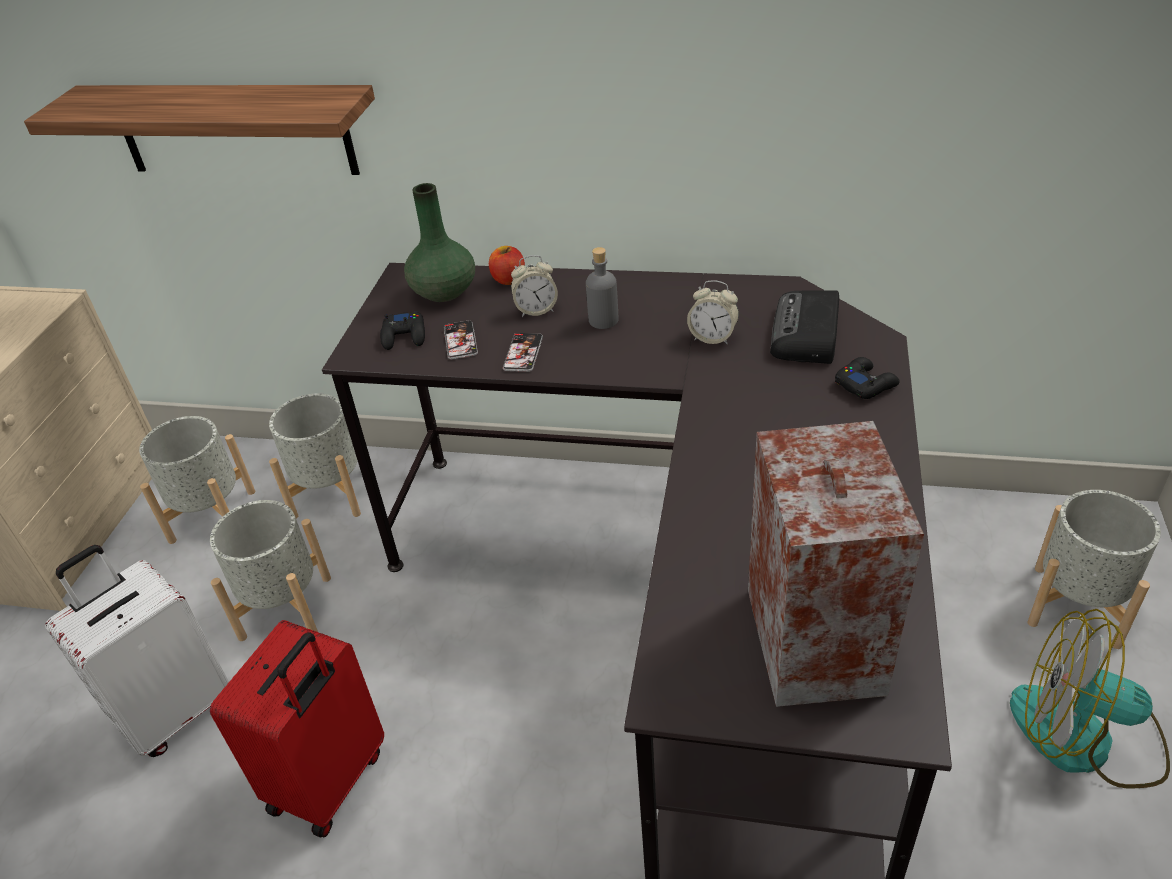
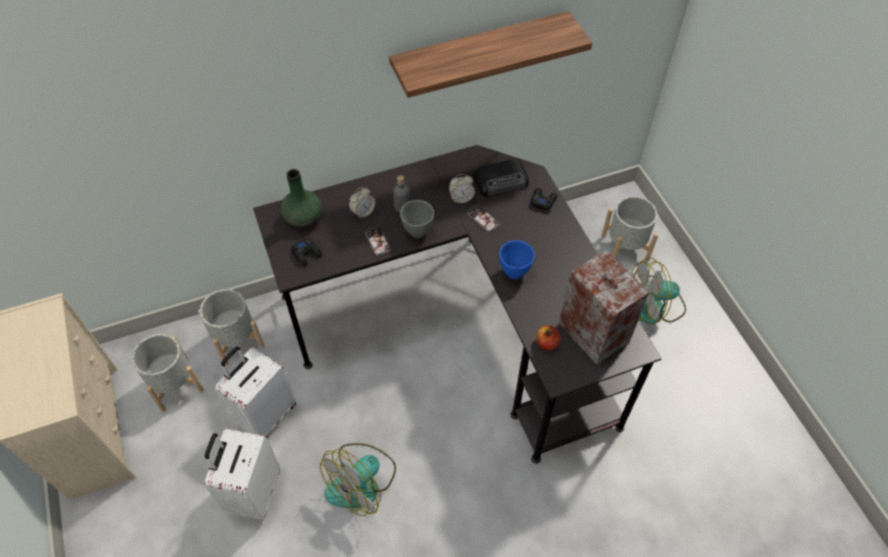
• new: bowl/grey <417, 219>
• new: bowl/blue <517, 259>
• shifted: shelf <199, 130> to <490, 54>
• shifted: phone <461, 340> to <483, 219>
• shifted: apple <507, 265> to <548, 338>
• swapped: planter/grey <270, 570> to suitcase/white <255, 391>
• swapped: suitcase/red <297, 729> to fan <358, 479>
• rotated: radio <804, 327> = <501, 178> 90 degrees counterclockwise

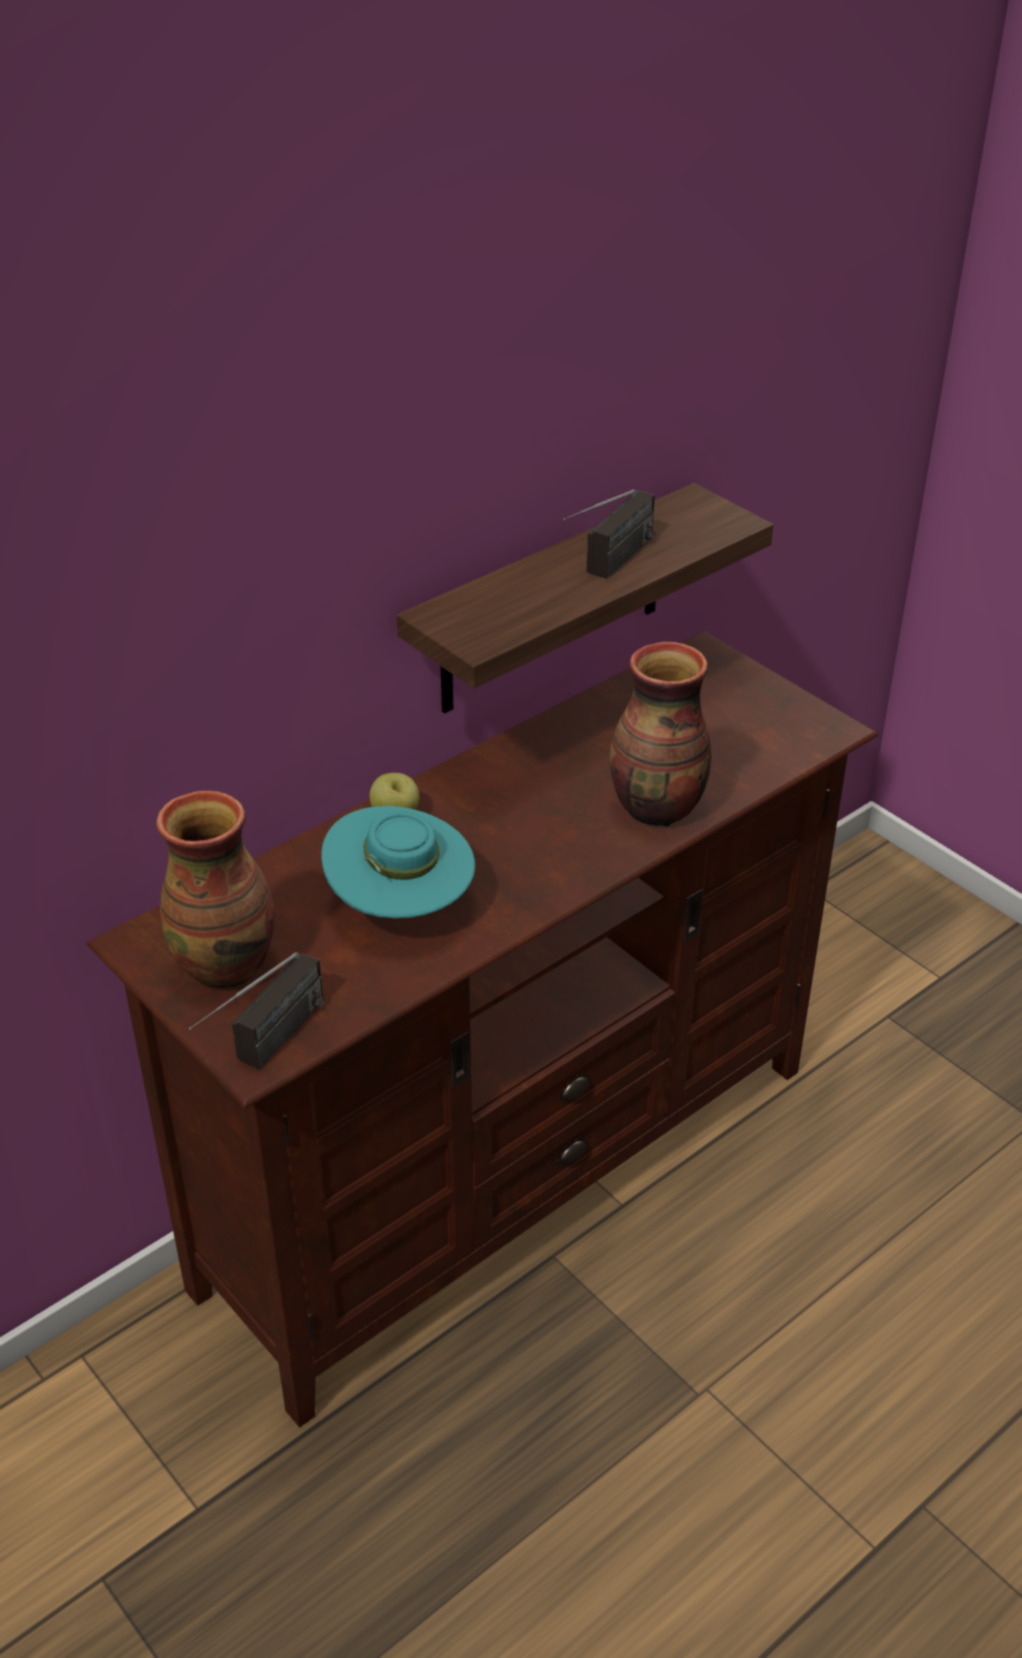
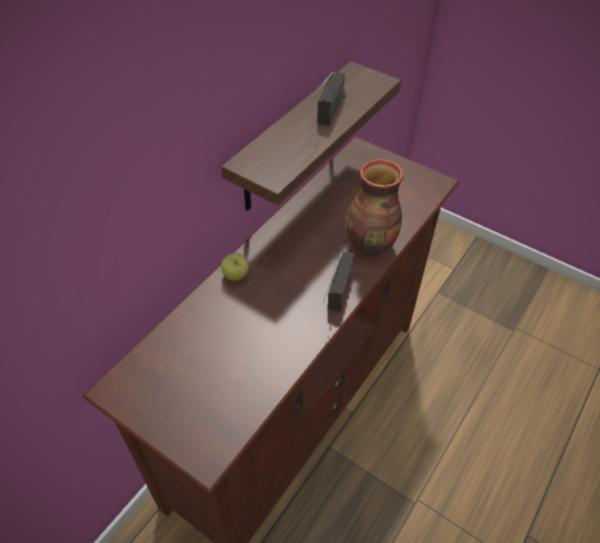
• gone: vase <215, 889>
• gone: hat/turquoise <398, 862>
• shifted: radio <256, 1010> to <339, 281>

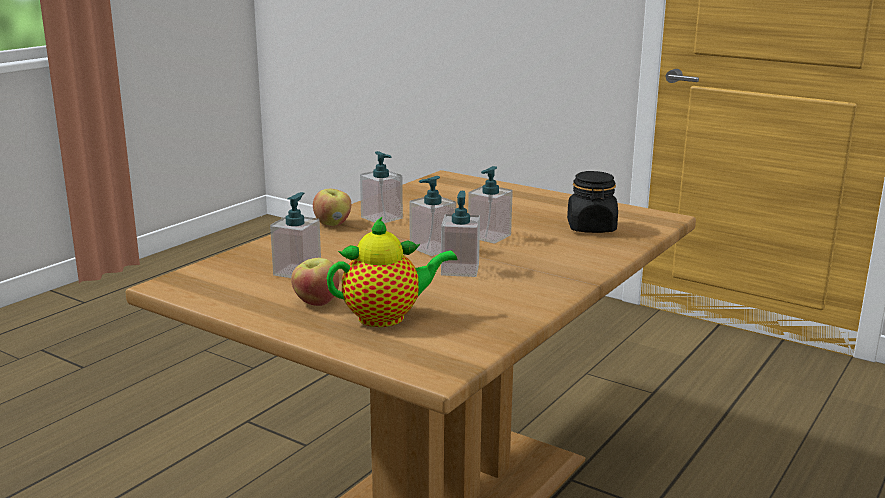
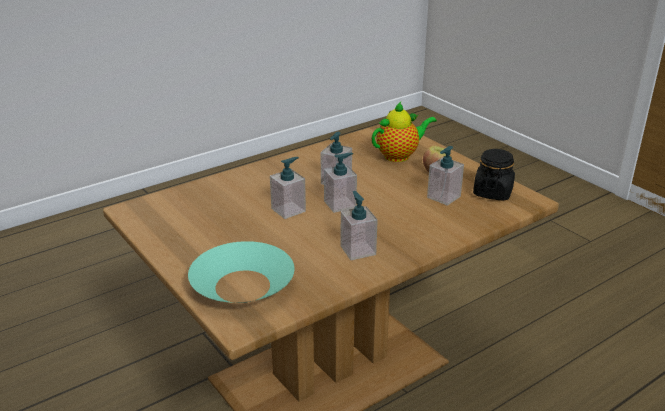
• gone: apple <332, 207>
• new: bowl/turquoise <241, 272>
• shifted: jar/black <592, 202> to <494, 175>
• rotated: teapot <392, 271> = <404, 132> 150 degrees clockwise

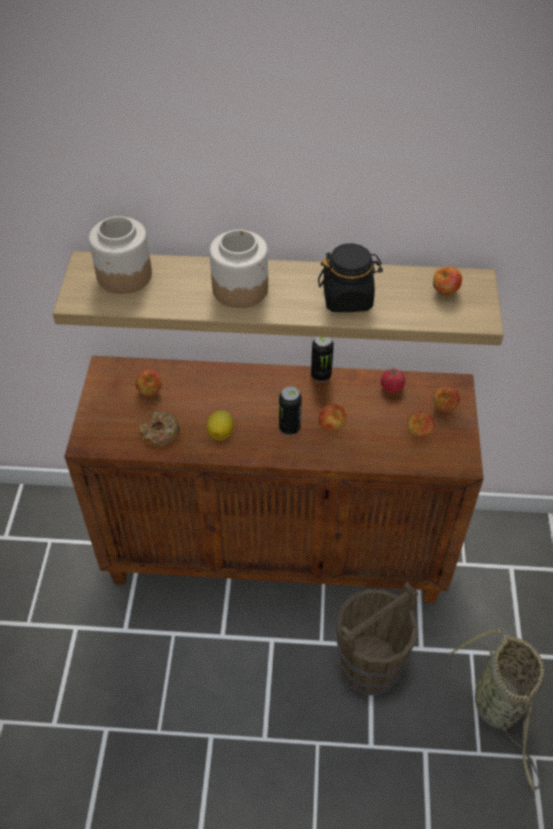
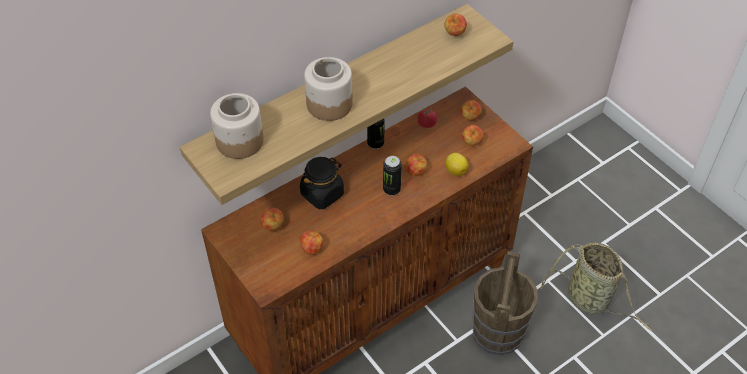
• shifted: lemon <220, 425> to <457, 164>
• shifted: jar/black <350, 277> to <322, 183>
• swapped: donut <159, 429> to apple <311, 243>

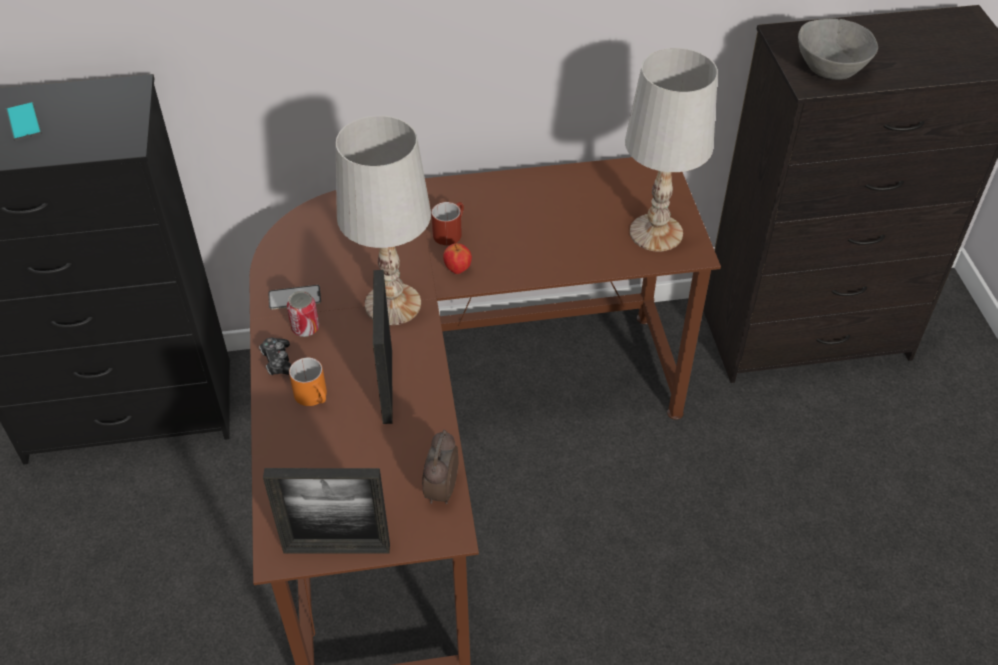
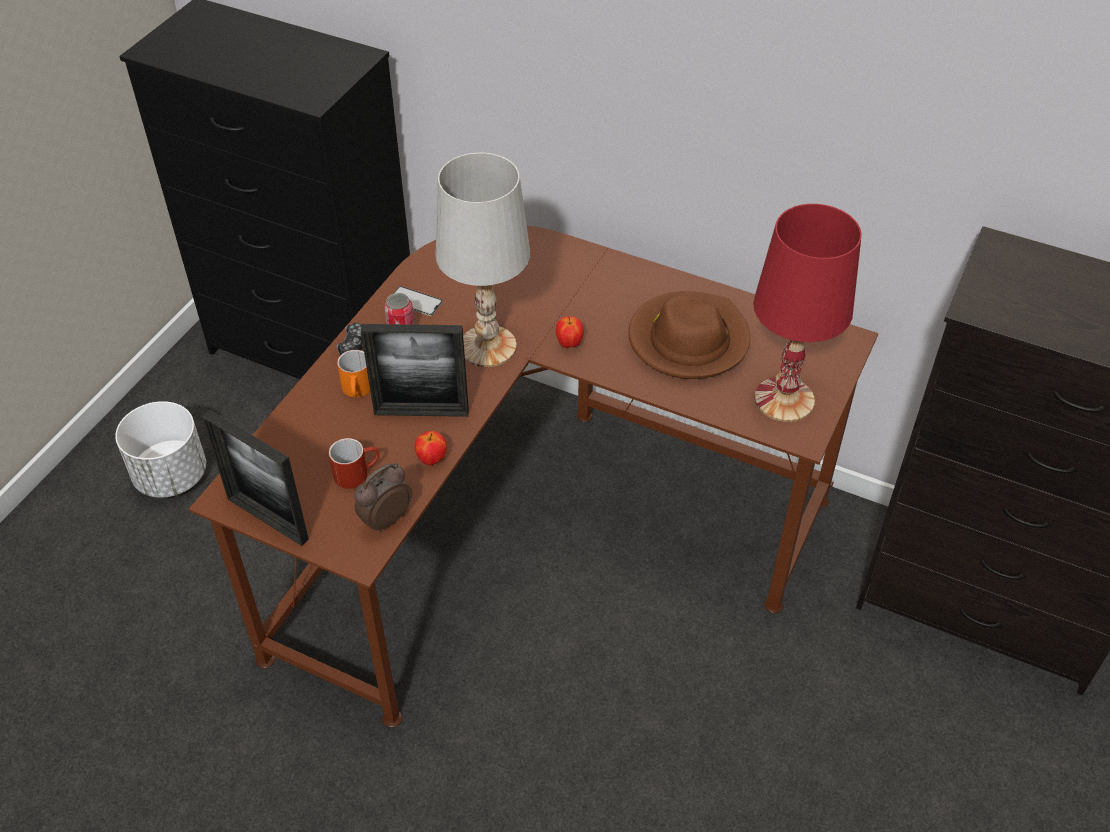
• gone: phone <24, 121>
• gone: bowl/grey <838, 49>
• new: planter/white <160, 449>
• new: apple <431, 448>
• new: hat/brown <689, 335>
• shifted: mug/red <447, 223> to <354, 463>
• repainted: table lamp/white <671, 150> to table lamp/red <807, 313>
• rotated: picture frame <383, 347> = <415, 370> 120 degrees counterclockwise

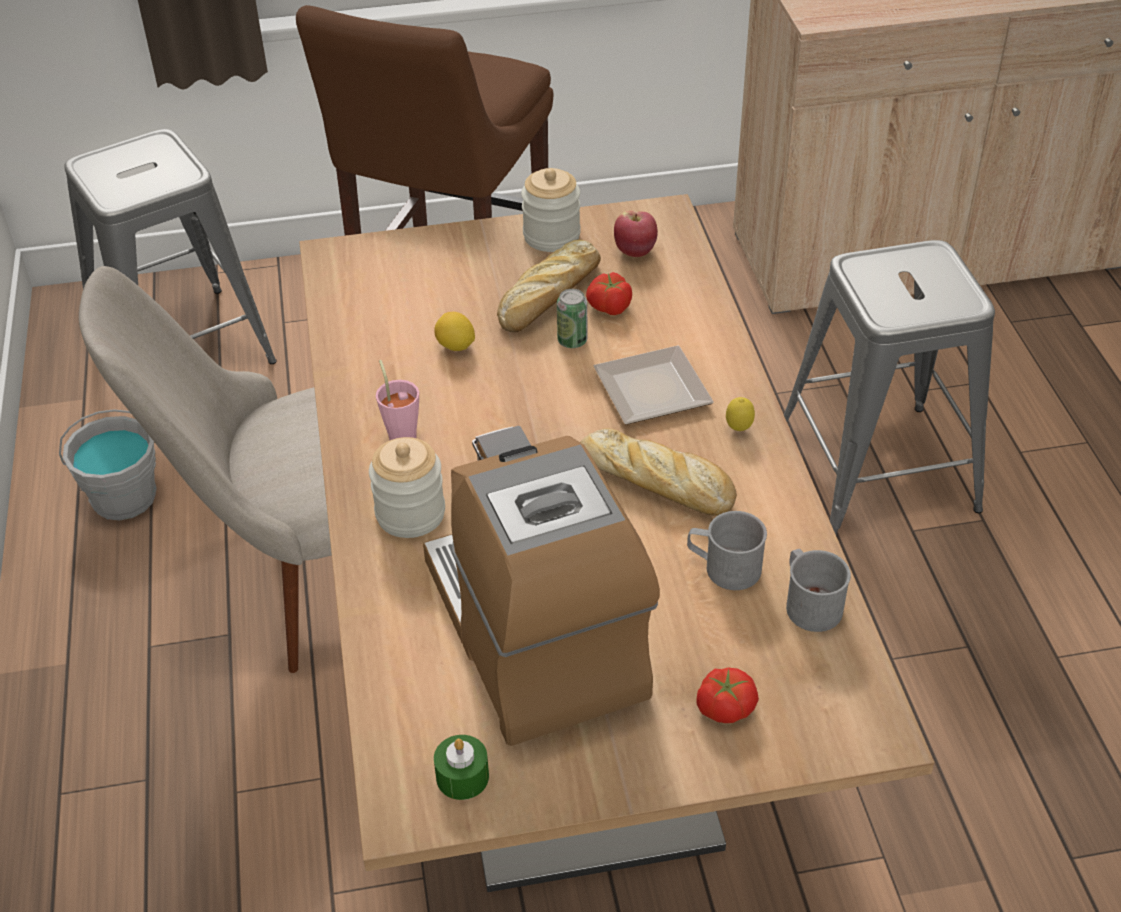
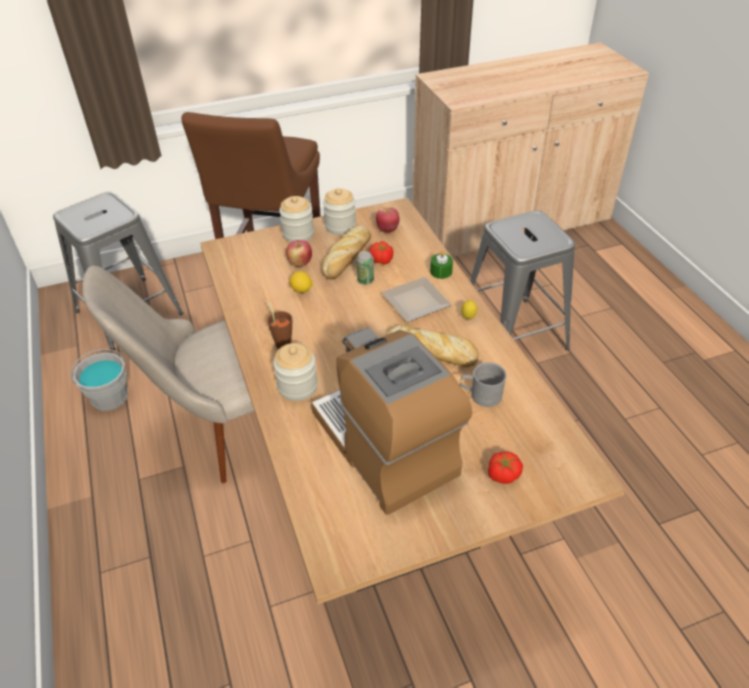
• gone: mug/grey <818, 590>
• new: jar <296, 219>
• new: apple <299, 253>
• shifted: candle/green <461, 767> to <441, 264>
• repainted: cup/pink <397, 400> to cup/brown <279, 325>

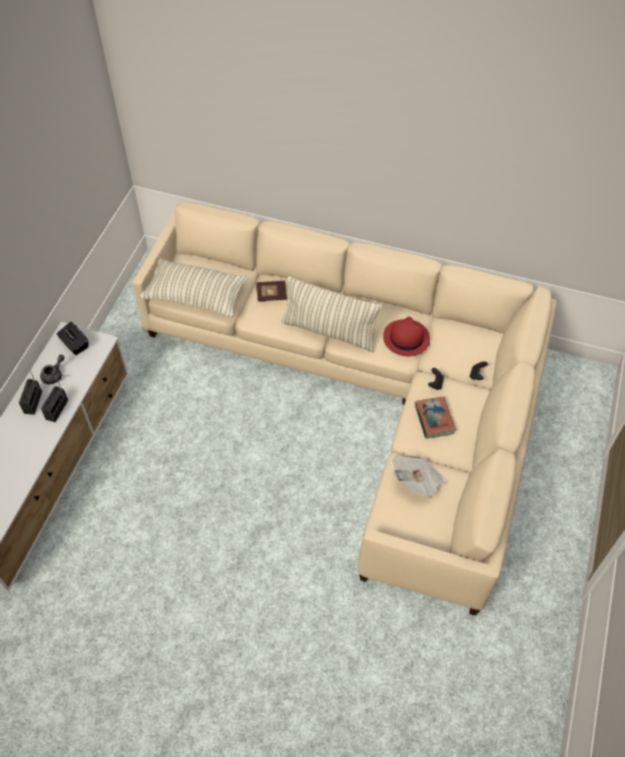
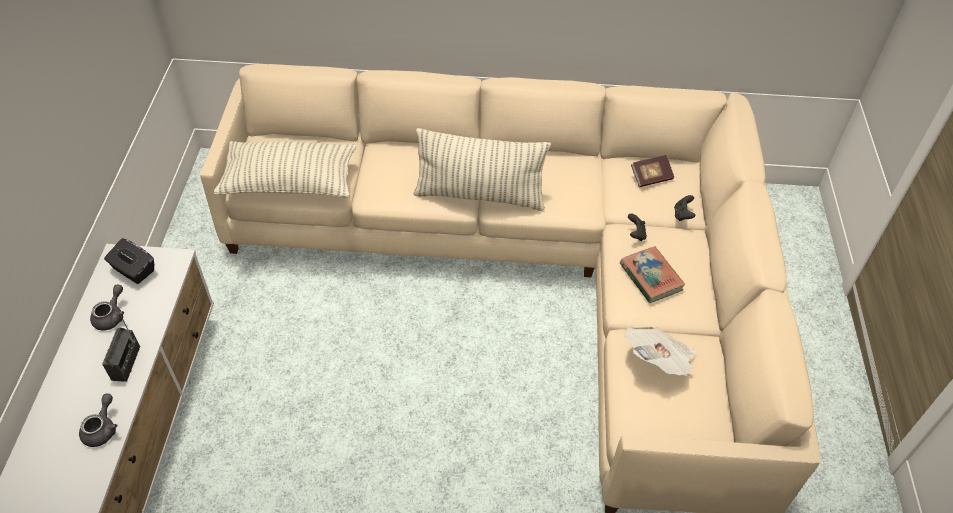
• gone: radio <30, 392>
• gone: hat/red <406, 336>
• new: teapot/grey <98, 420>
• shifted: book <271, 291> to <652, 171>

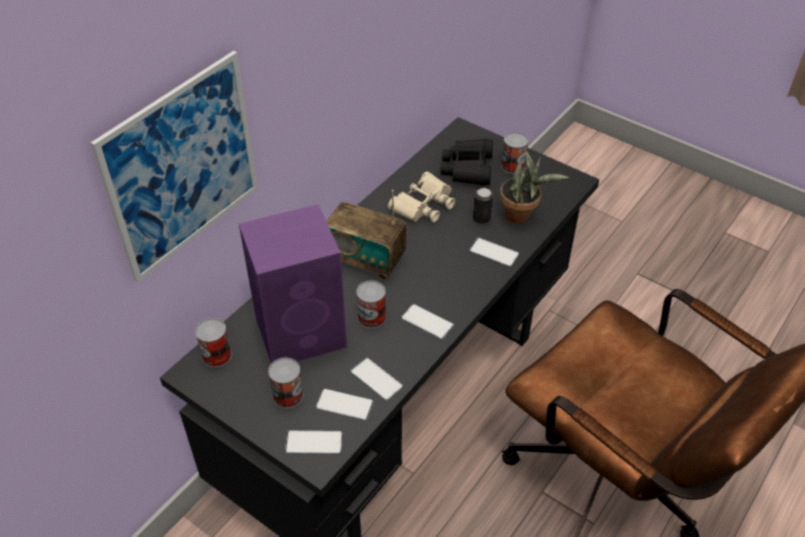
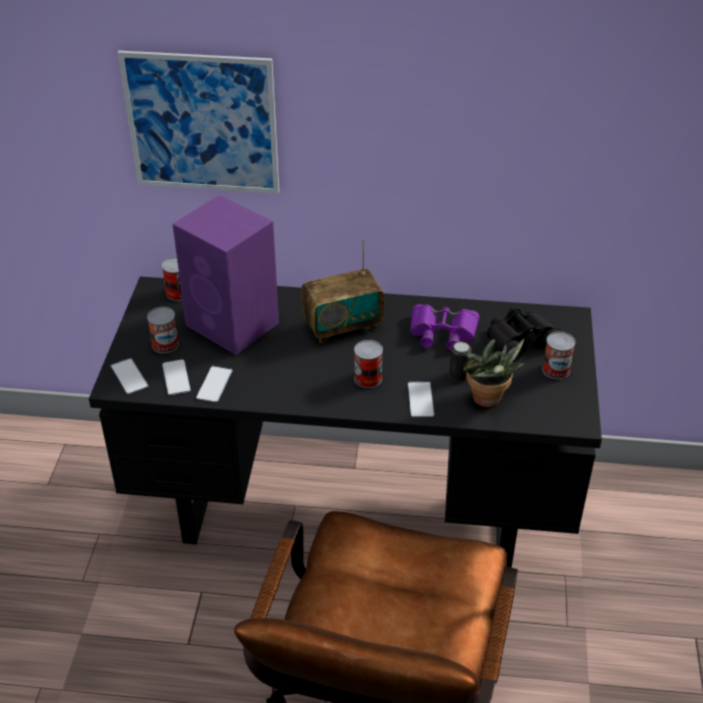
• gone: phone <427, 321>
• shifted: can <371, 304> to <368, 364>
• repainted: binoculars/beige <421, 197> to binoculars/purple <444, 327>
• rotated: radio <367, 235> = <342, 291> 105 degrees counterclockwise

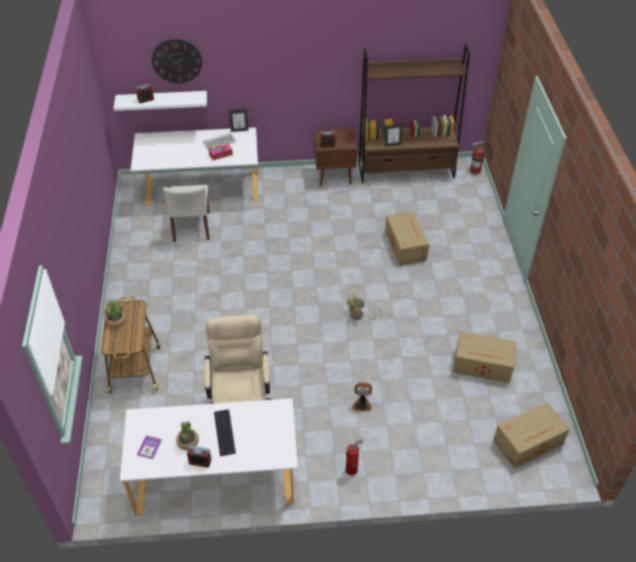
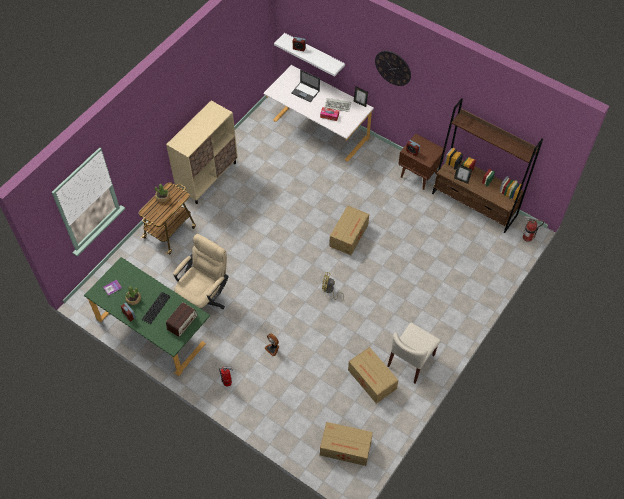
• new: cabinet/beige <202, 152>
• new: radio <181, 319>
• new: laptop <305, 86>
• shifted: wall clock <177, 61> to <393, 68>
• shifted: chair/beige <186, 213> to <414, 353>
• shifted: cardboard box <407, 238> to <349, 230>
• repainted: desk/white <209, 456> to desk/green <147, 316>

